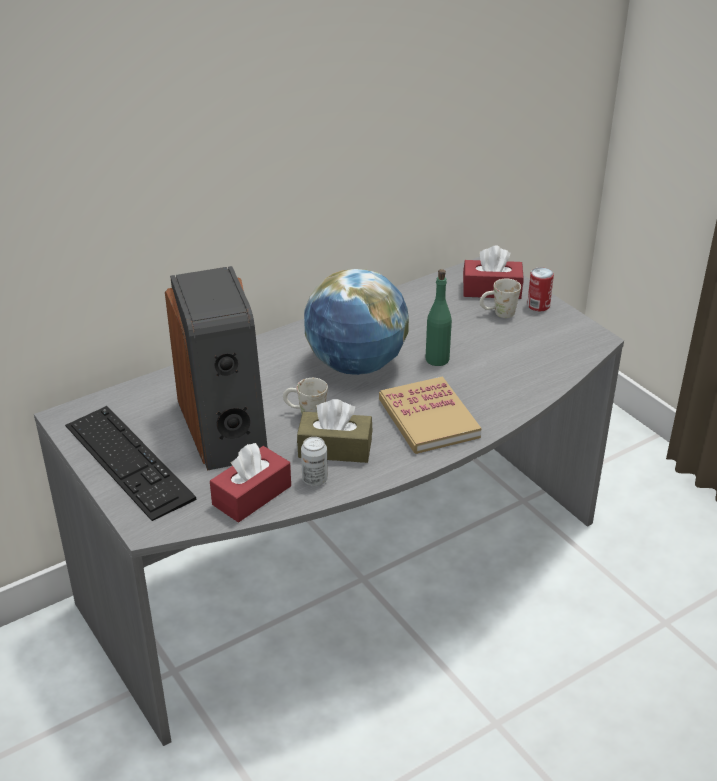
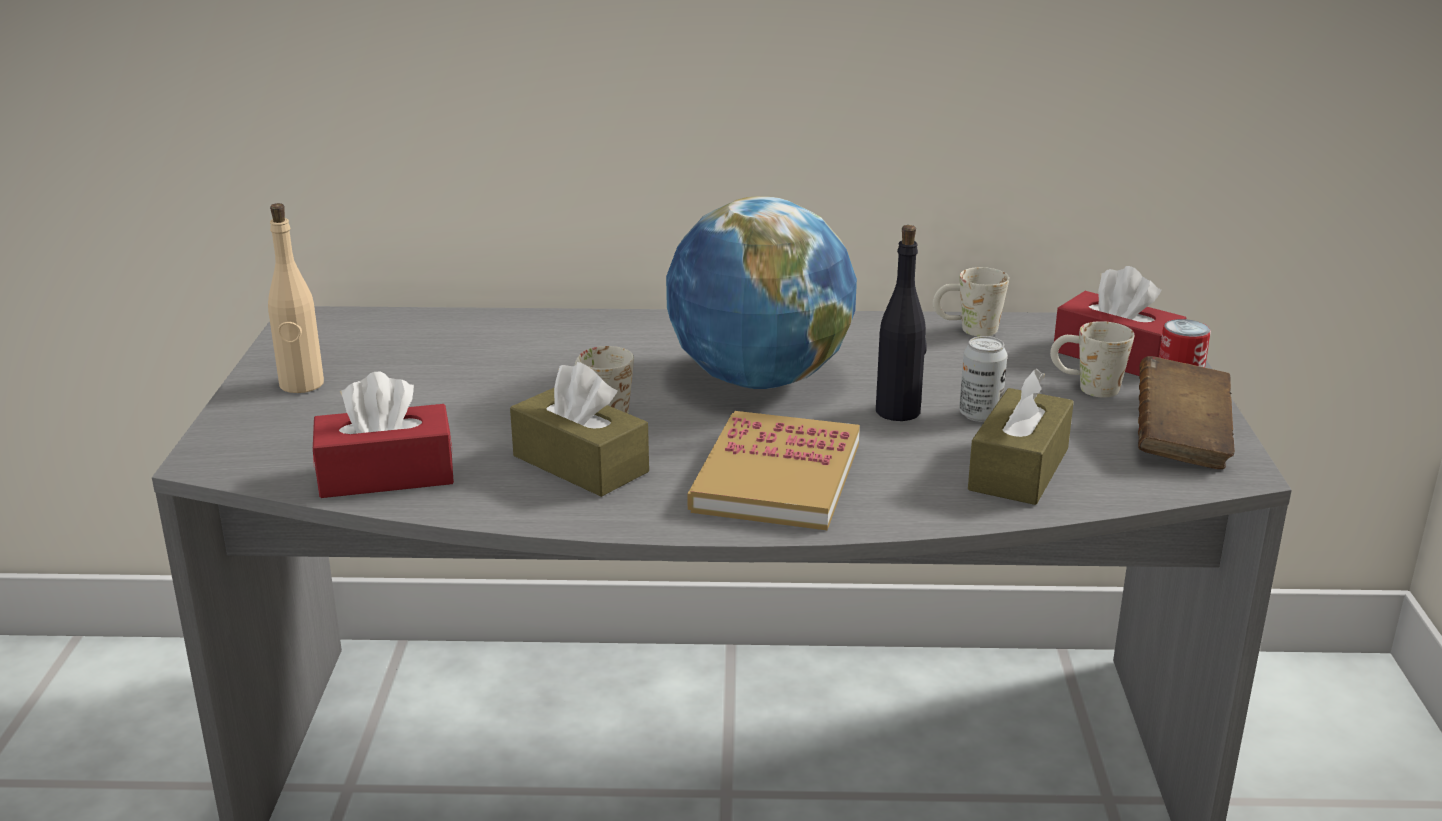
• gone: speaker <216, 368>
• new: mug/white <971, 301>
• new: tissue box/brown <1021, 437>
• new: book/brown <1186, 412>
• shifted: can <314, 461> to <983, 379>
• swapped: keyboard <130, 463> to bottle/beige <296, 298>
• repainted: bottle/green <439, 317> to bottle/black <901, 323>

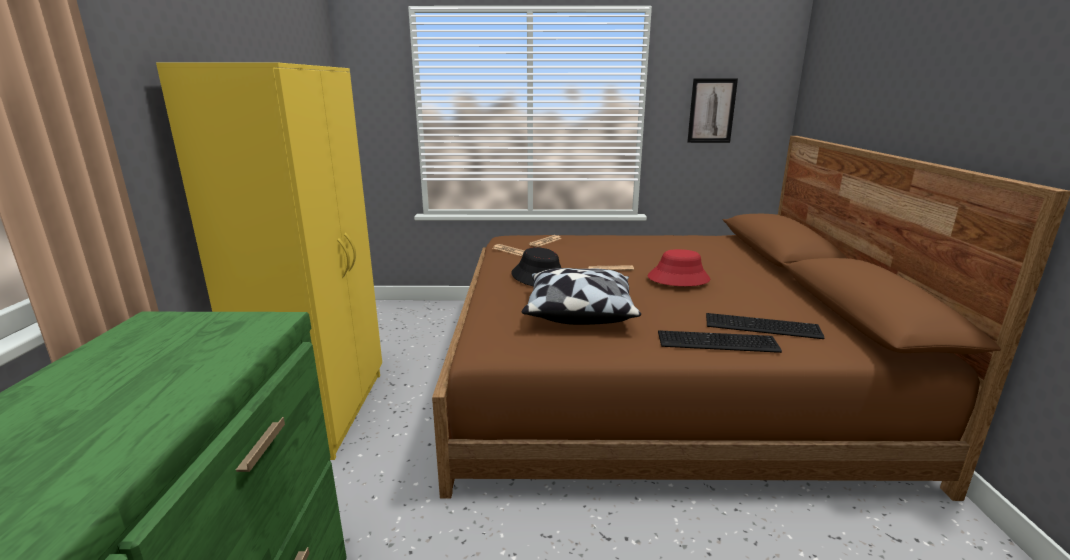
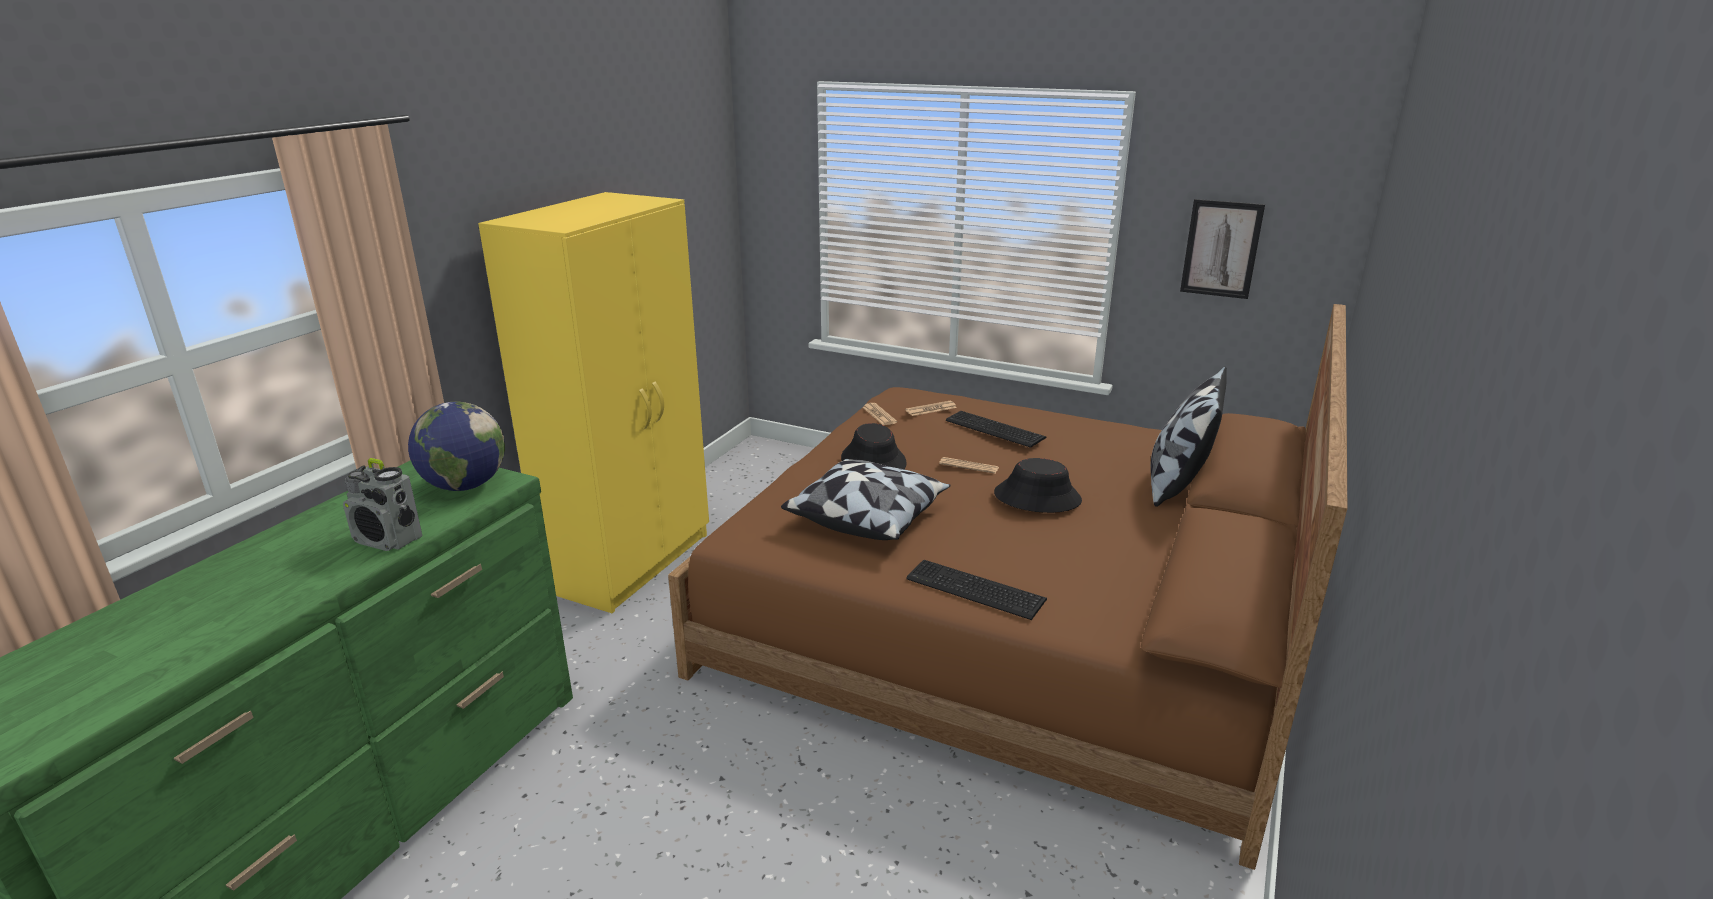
• new: radio <383, 504>
• new: globe <456, 446>
• new: pillow <1189, 437>
• shifted: keyboard <765, 326> to <996, 429>
• repainted: hat/red <679, 267> to hat/black <1038, 485>

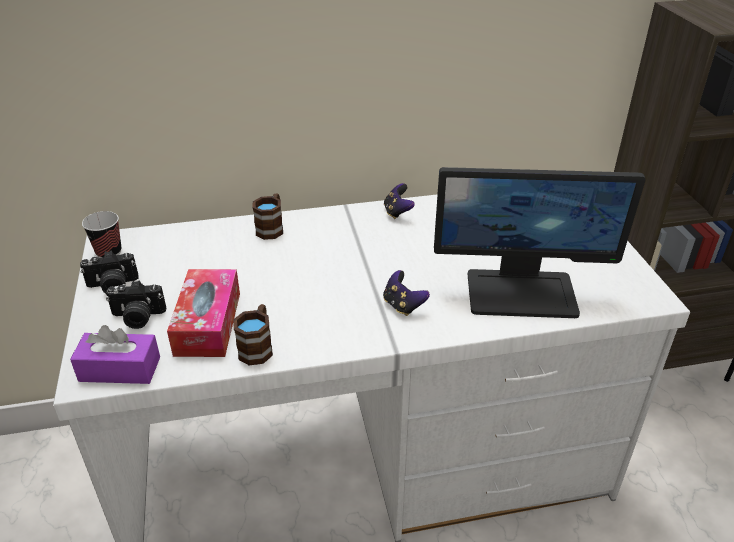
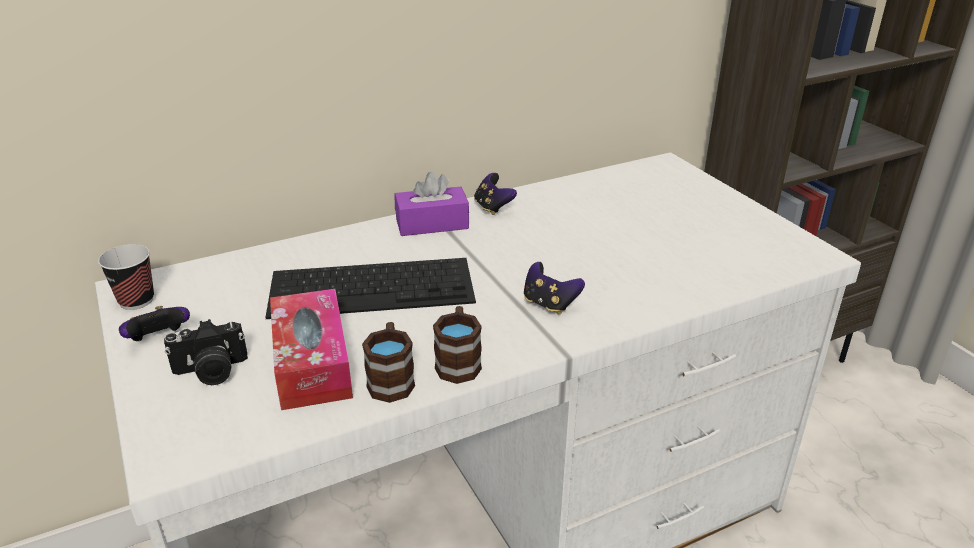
• gone: monitor <540, 242>
• new: keyboard <370, 288>
• shifted: tissue box/purple <115, 354> to <432, 204>
• shifted: mug/brown <267, 217> to <457, 345>
• swapped: photo camera <109, 272> to game controller <154, 323>

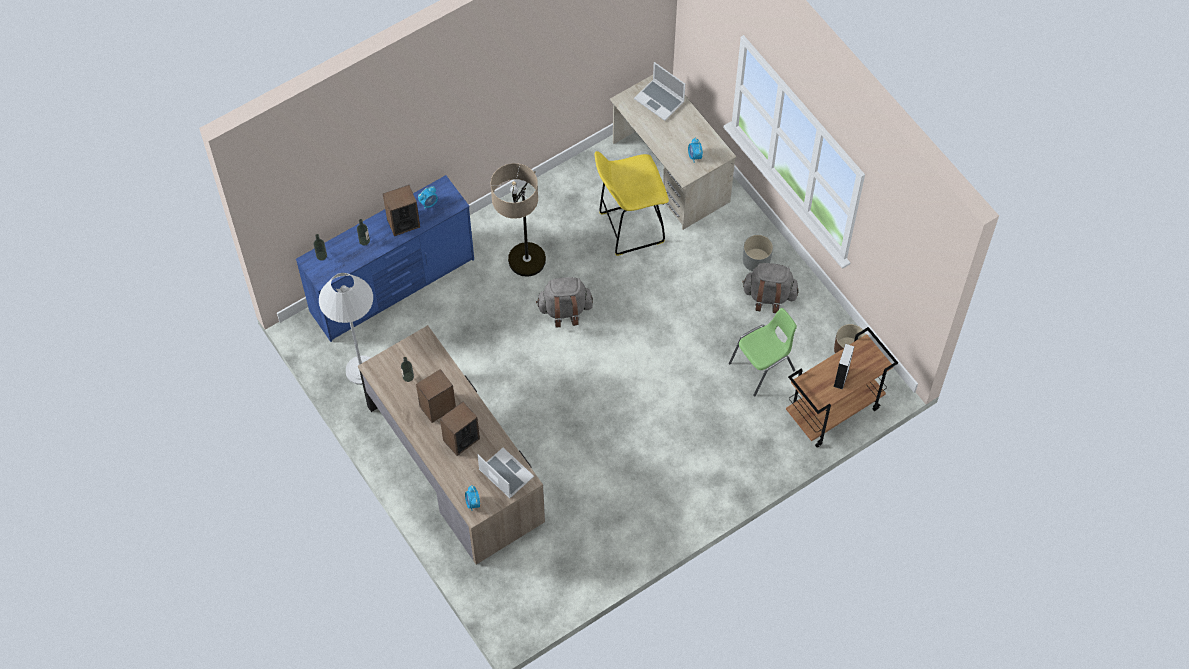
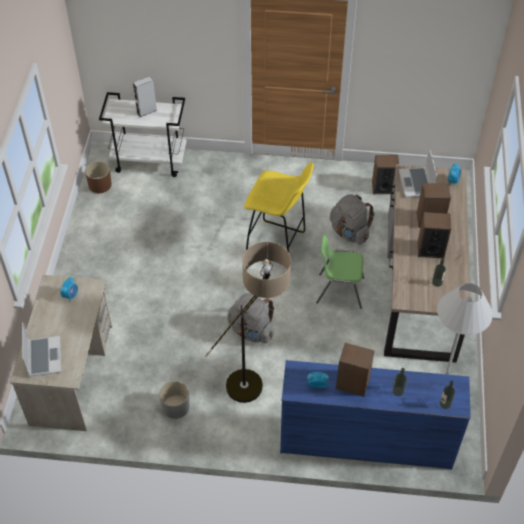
• new: speaker <385, 174>
• shifted: stool/yellow <631, 203> to <279, 207>
• shifted: chair/green <763, 352> to <340, 272>
• shifted: backpack/grey <770, 288> to <352, 219>
• shifted: planter/grey <758, 253> to <174, 400>
• repainted: cart/brown <842, 387> to cart/white <142, 134>

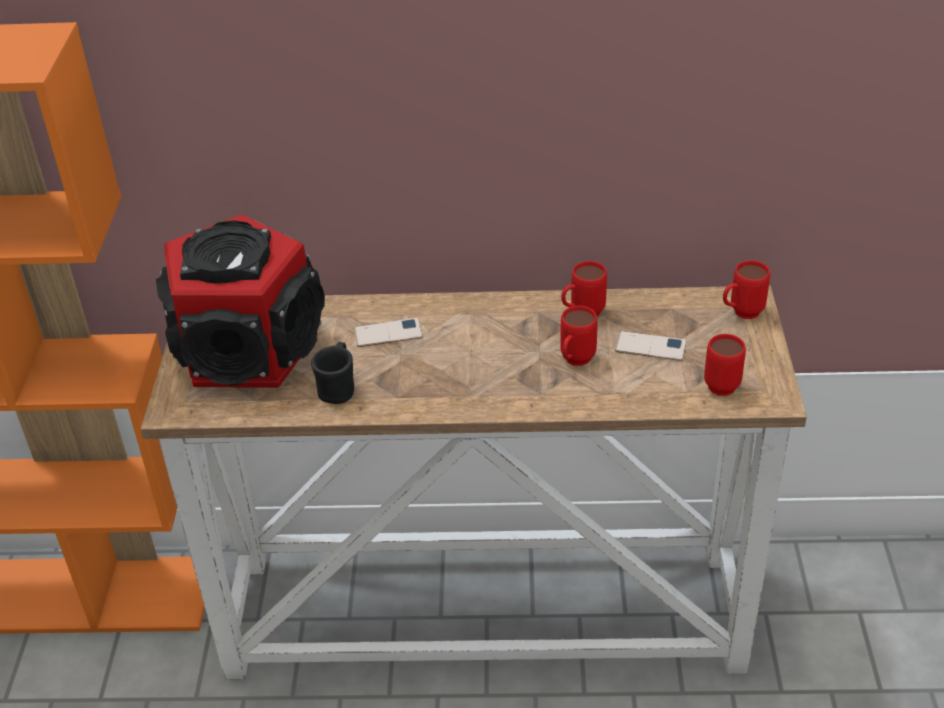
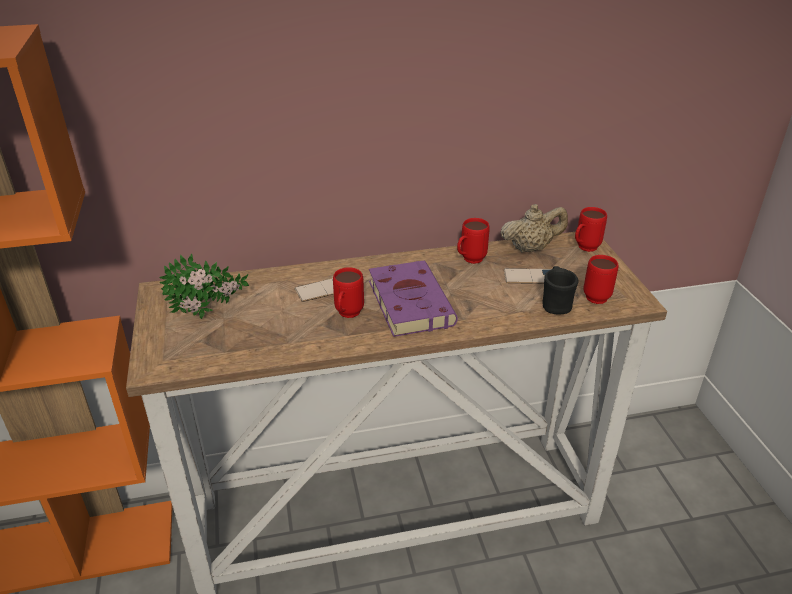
• new: book/purple <413, 299>
• new: teapot/beige <534, 228>
• shifted: mug/black <332, 373> to <560, 290>
• shifted: mug/red <579, 336> to <348, 292>
• swapped: speaker <240, 301> to potted plant <204, 286>

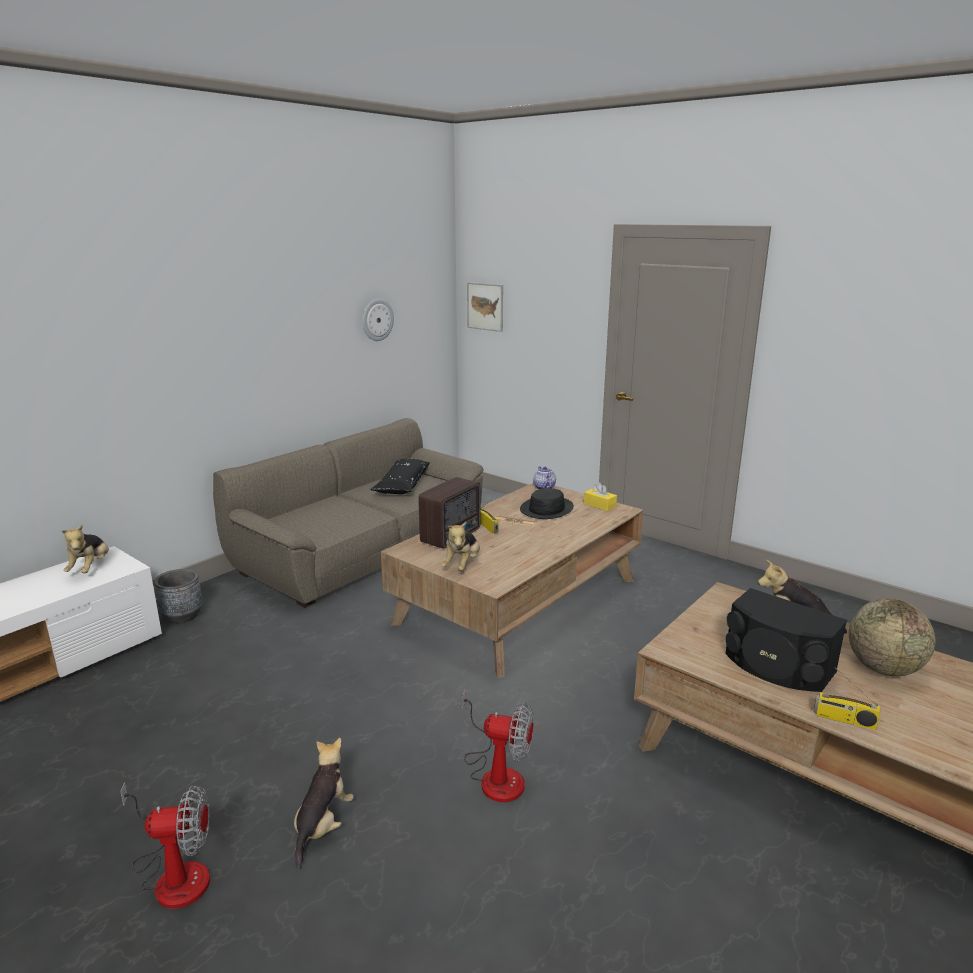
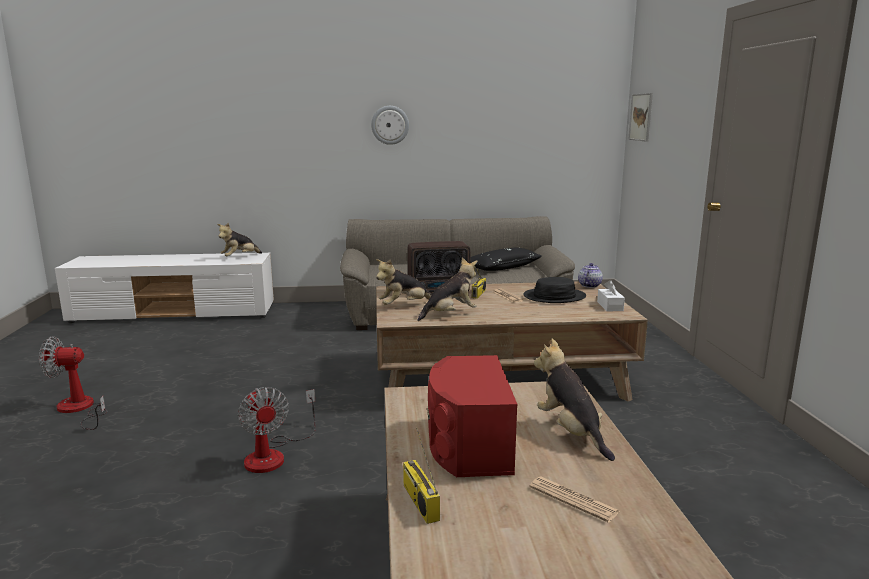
• gone: planter/grey <178, 596>
• shifted: plush toy <324, 804> to <447, 289>
• shifted: wall clock <378, 320> to <390, 125>
• swapped: globe <892, 637> to newspaper <574, 500>
• repainted: tissue box/yellow <600, 496> to tissue box/white <611, 295>
• repainted: speaker/black <786, 640> to speaker/red <472, 416>
• rotated: fan <165, 845> = <73, 383> 135 degrees clockwise

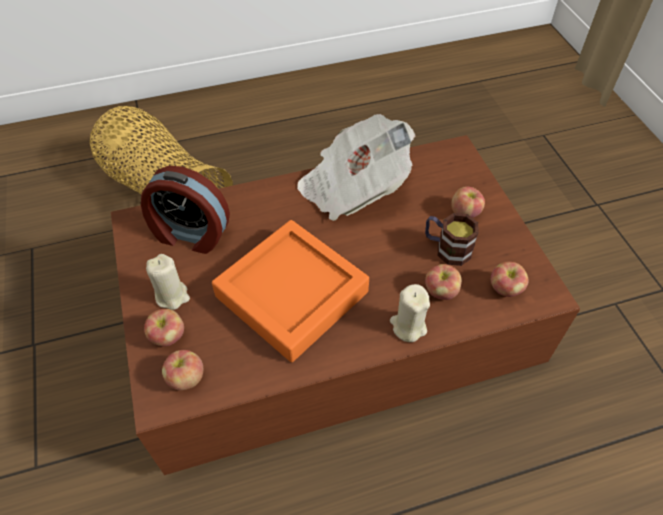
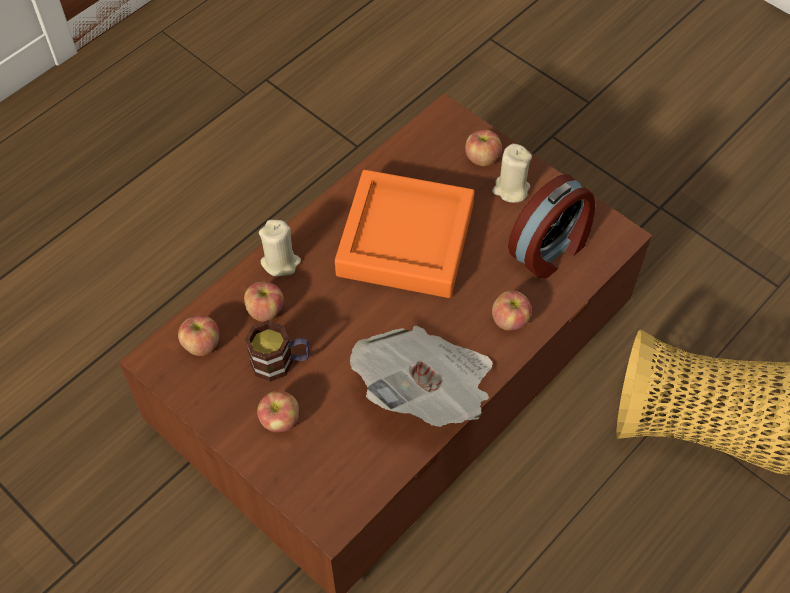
• shifted: apple <182, 370> to <512, 310>
• rotated: alarm clock <185, 210> = <551, 226> 150 degrees clockwise

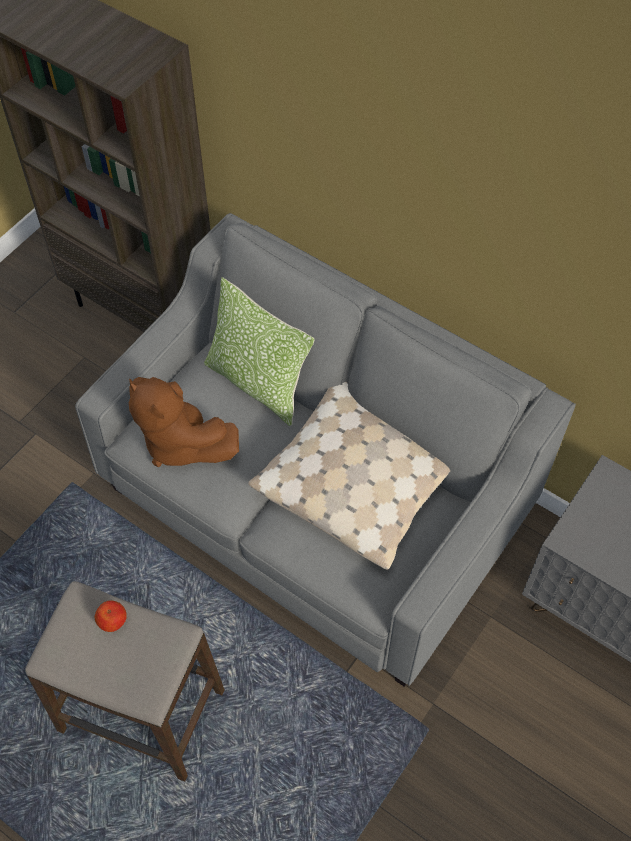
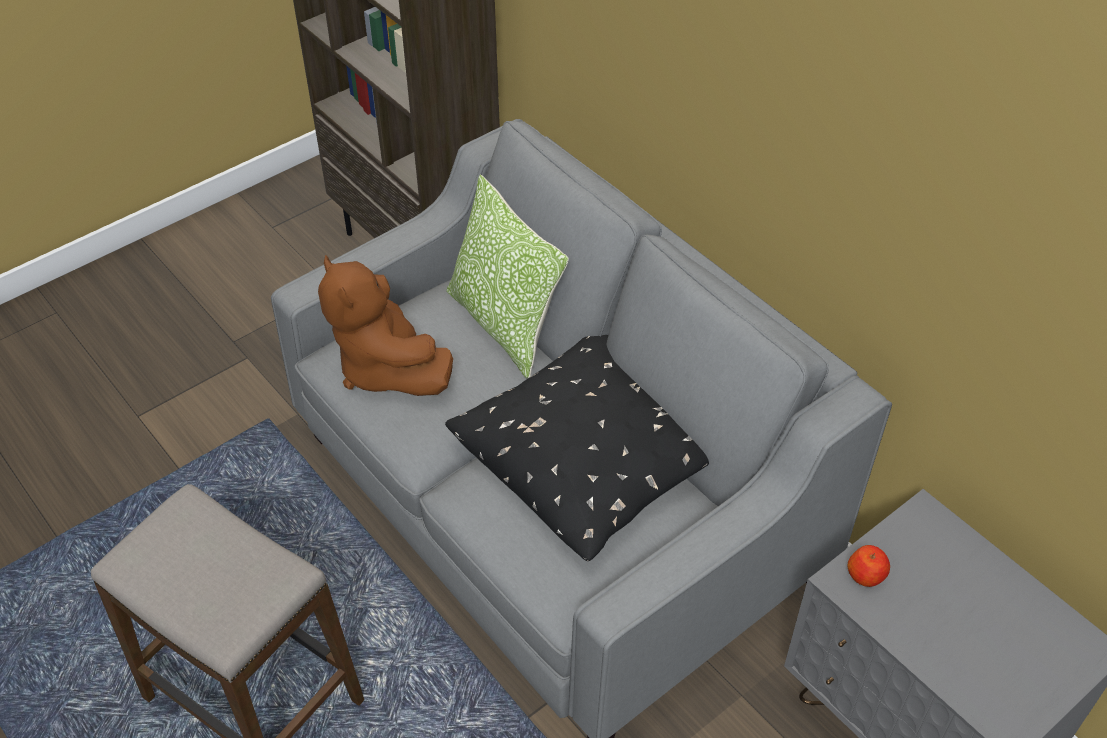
• shifted: apple <111, 616> to <869, 566>
• repainted: pillow/beige <349, 476> to pillow/black <577, 448>

